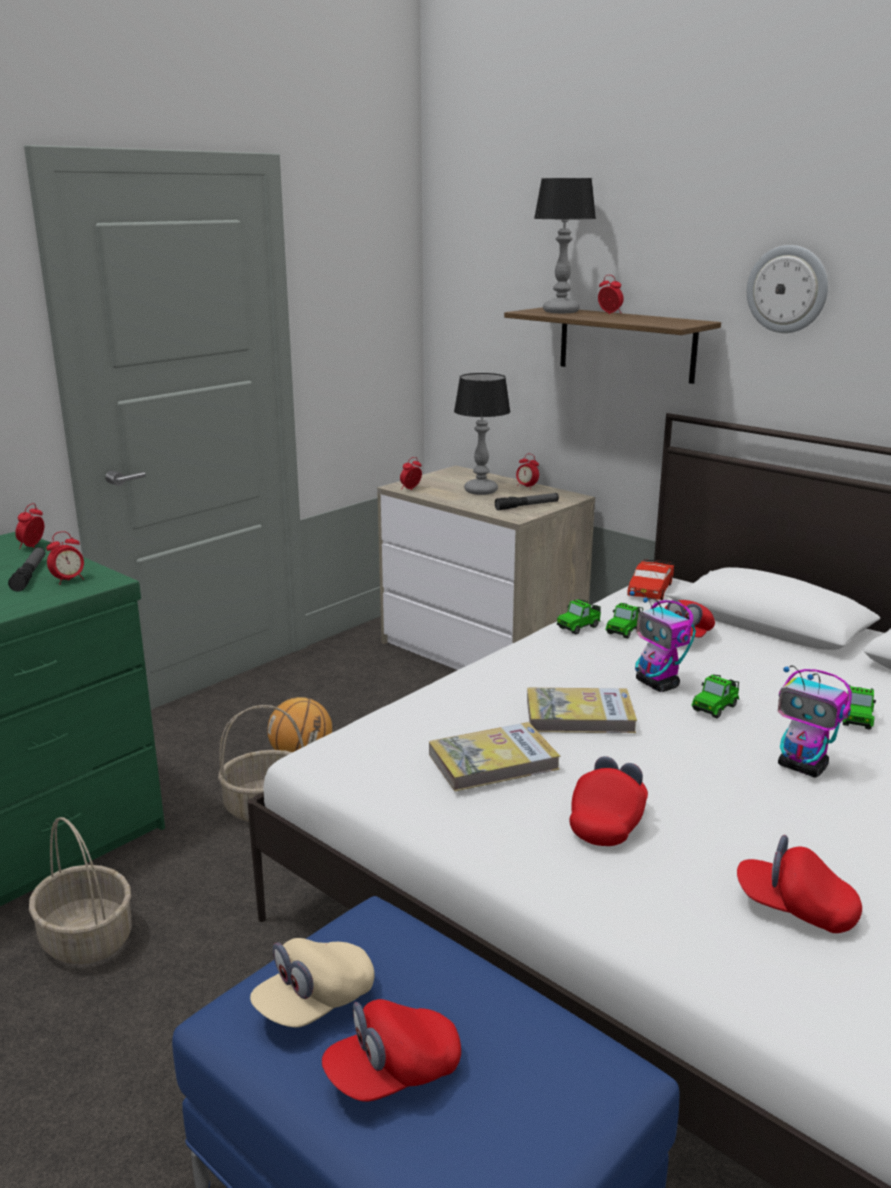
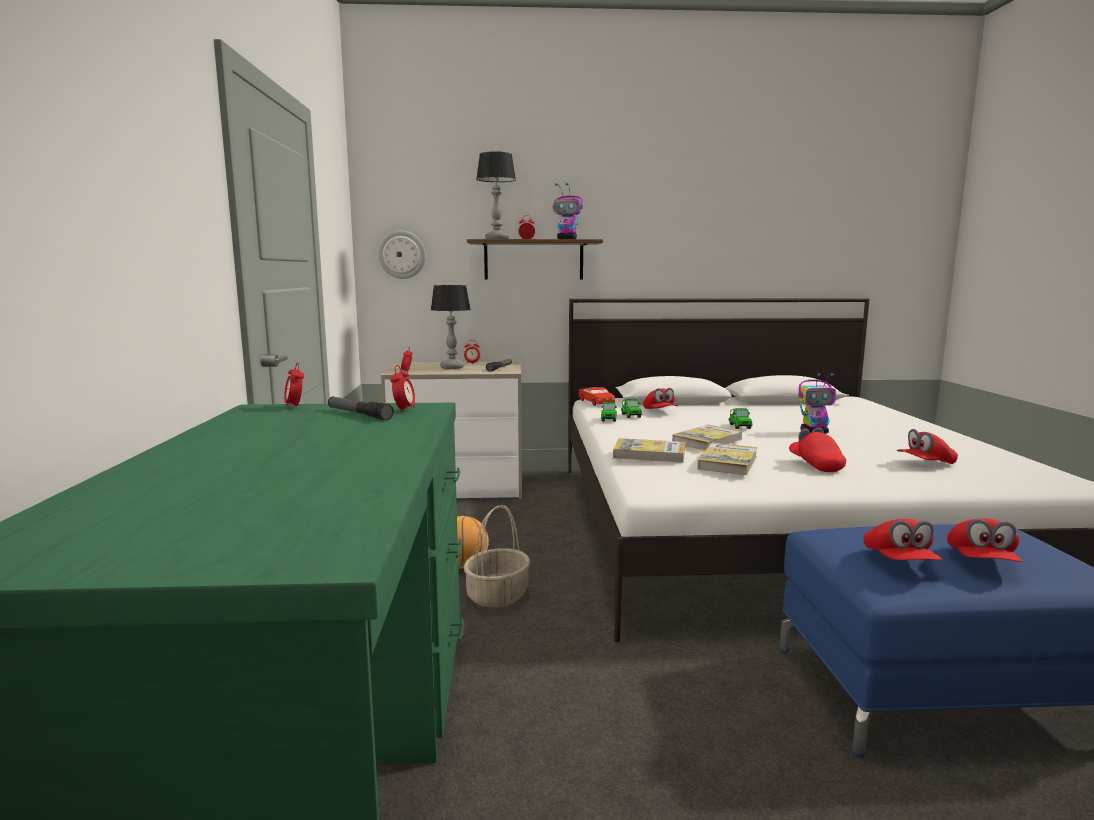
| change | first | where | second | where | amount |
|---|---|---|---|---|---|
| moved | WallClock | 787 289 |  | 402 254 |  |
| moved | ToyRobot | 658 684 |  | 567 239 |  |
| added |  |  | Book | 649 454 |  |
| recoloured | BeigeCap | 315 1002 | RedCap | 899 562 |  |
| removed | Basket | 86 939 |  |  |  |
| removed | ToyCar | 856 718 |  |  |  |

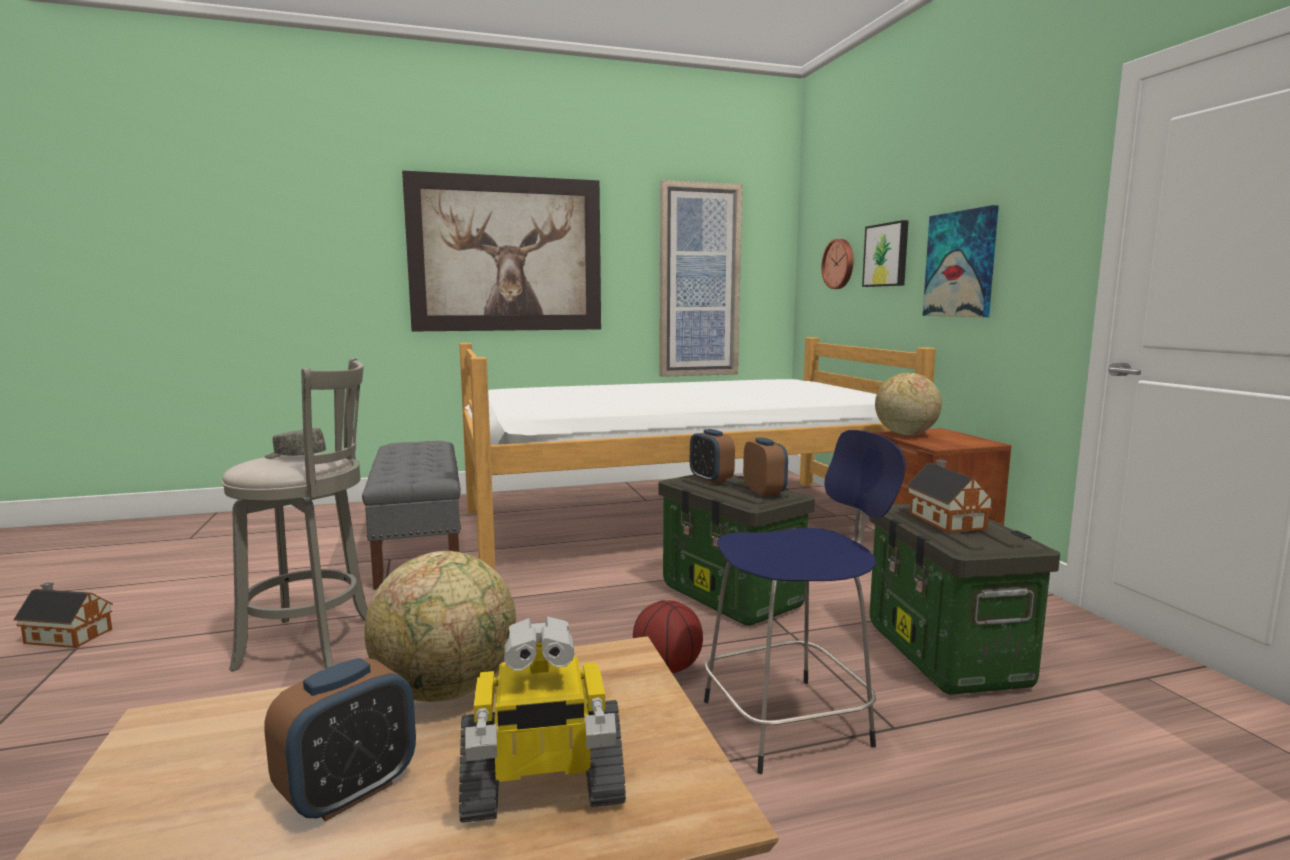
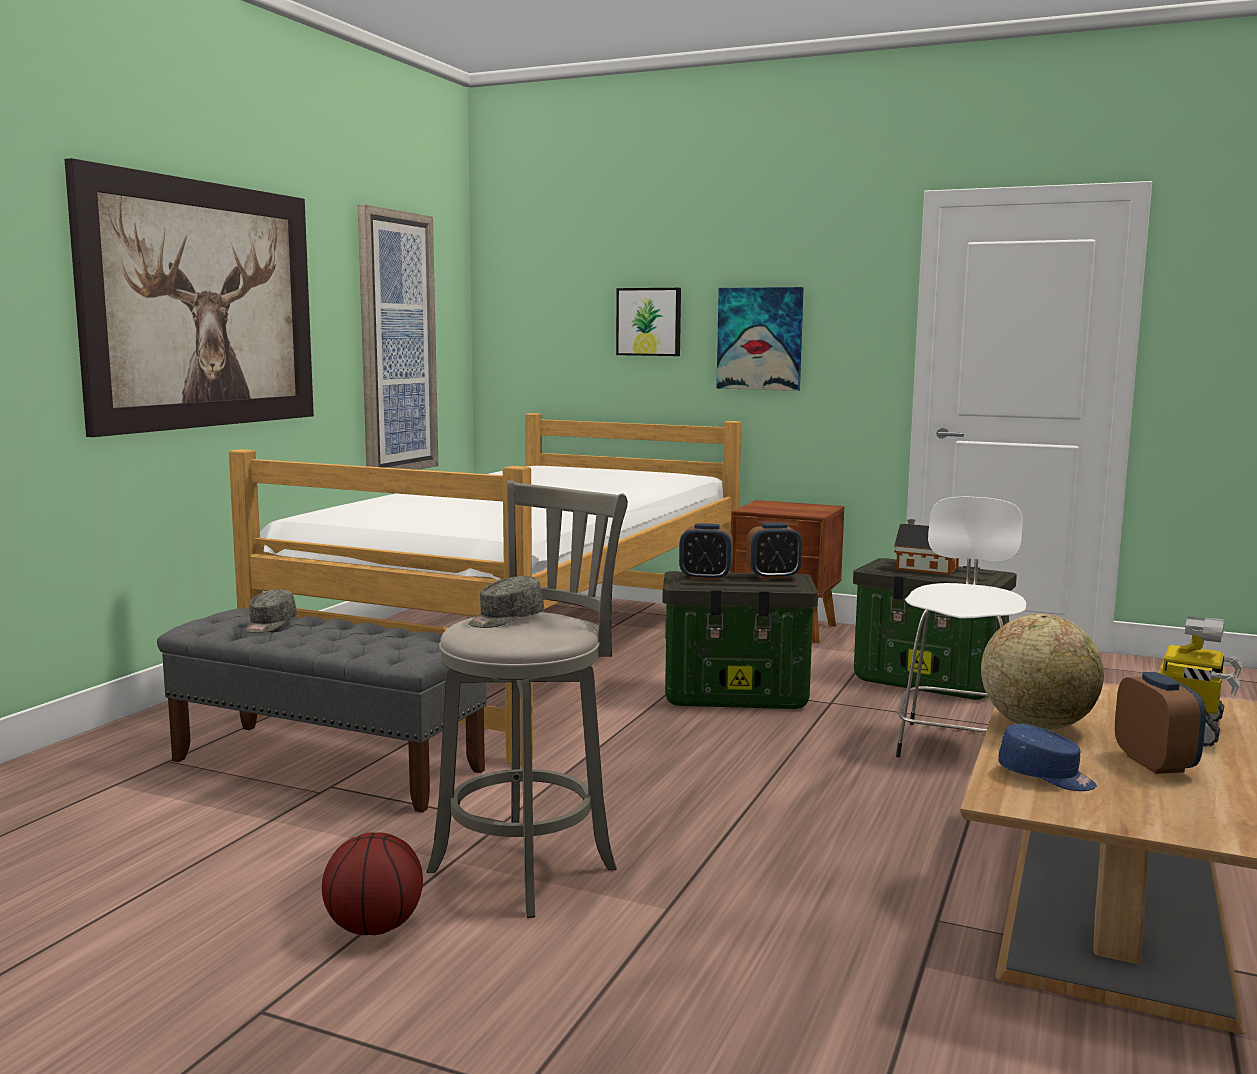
| change | first | where | second | where | amount |
|---|---|---|---|---|---|
| added |  |  | GreyCap | 269 625 |  |
| moved | Basketball | 667 668 |  | 373 927 |  |
| turned | AlarmClock | 764 491 |  | 773 576 | 150 degrees clockwise |
| recoloured | BlueStool | 791 721 | WhiteStool | 957 745 |  |
| added |  |  | BlueCap | 1046 777 |  |
| removed | ToyHouse | 66 636 |  |  |  |
| removed | WallClock | 839 264 |  |  |  |
| removed | Globe | 905 434 |  |  |  |

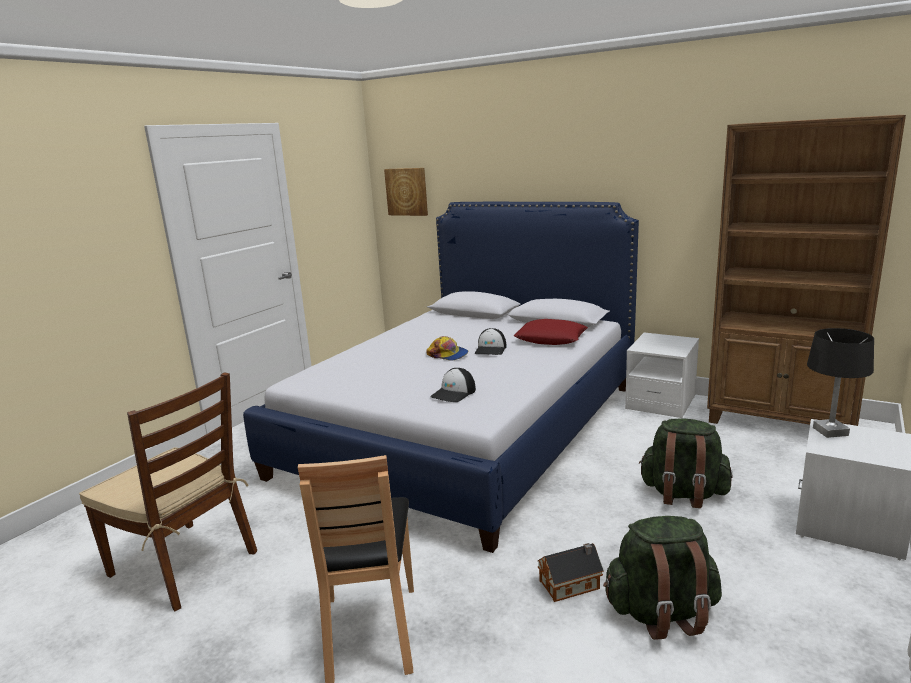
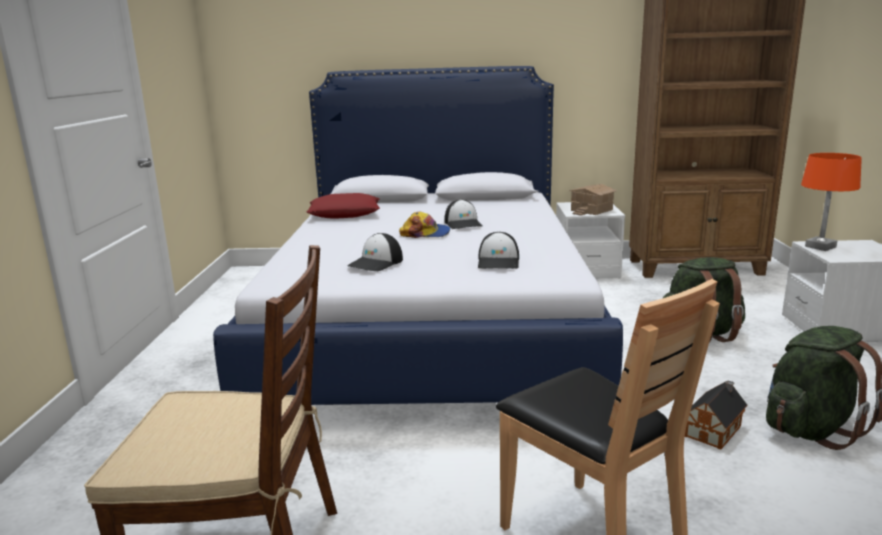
| change | first | where | second | where | amount |
|---|---|---|---|---|---|
| moved | RedPillow | 551 339 |  | 345 213 |  |
| added |  |  | Cap | 376 263 |  |
| added |  |  | ToyHouse | 591 210 |  |
| recoloured | BlackTableLamp | 830 431 | OrangeTableLamp | 820 247 |  |
| removed | Picture | 407 191 |  |  |  |

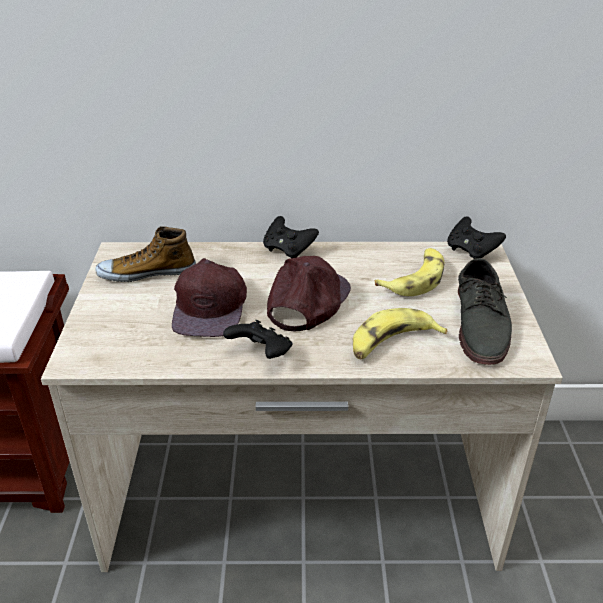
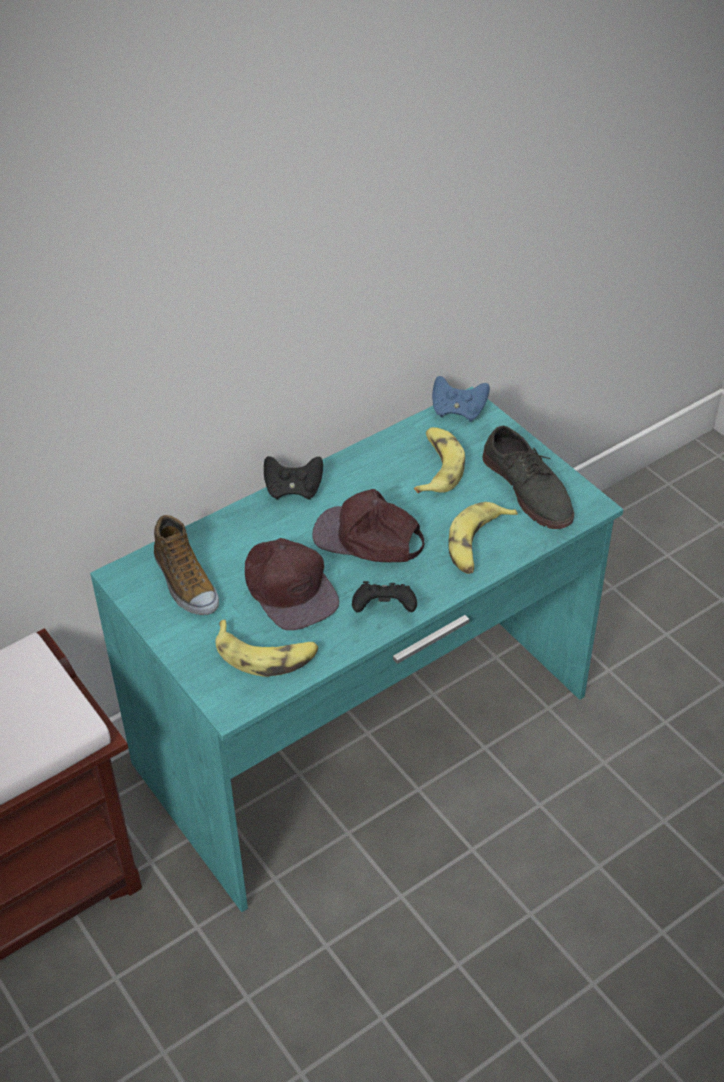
| change | first | where | second | where | amount |
|---|---|---|---|---|---|
| recoloured | BeigeDesk | 301 496 | TurquoiseDesk | 364 732 |  |
| turned | Shoe | 147 272 |  | 185 583 | 75 degrees counterclockwise |
| added |  |  | Banana | 266 655 |  |
| turned | BrownCap | 307 301 |  | 368 538 | 60 degrees counterclockwise |
| recoloured | BlackGameController | 471 251 | BlueGameController | 458 411 |  |

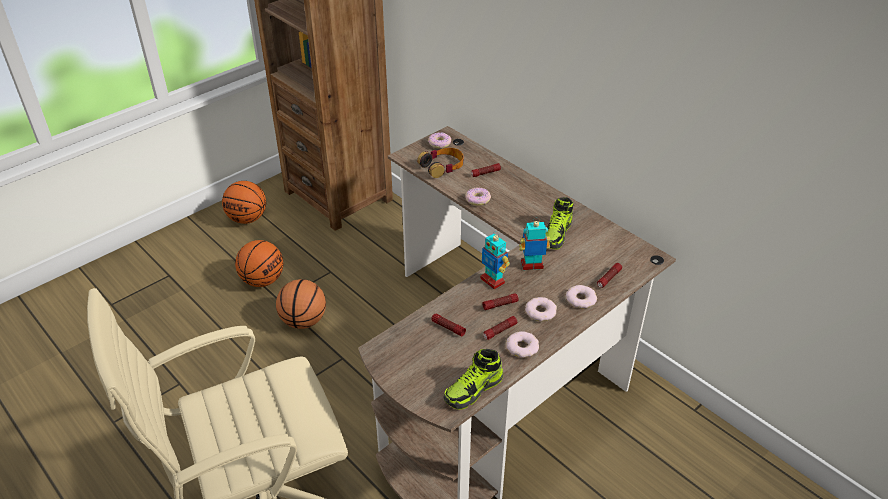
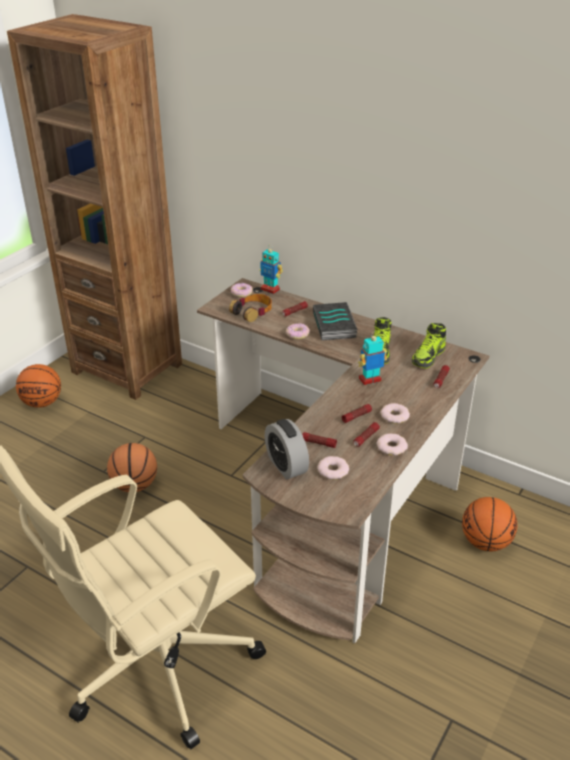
| change | first | where | second | where | amount |
|---|---|---|---|---|---|
| moved | ToyRobot | 493 280 |  | 270 289 |  |
| added |  |  | AlarmClock | 286 465 |  |
| added |  |  | Book | 335 325 |  |
| moved | Donut | 580 299 |  | 332 470 |  |
| moved | Shoe | 473 390 |  | 428 357 |  |
| moved | Basketball | 262 280 |  | 485 542 |  |

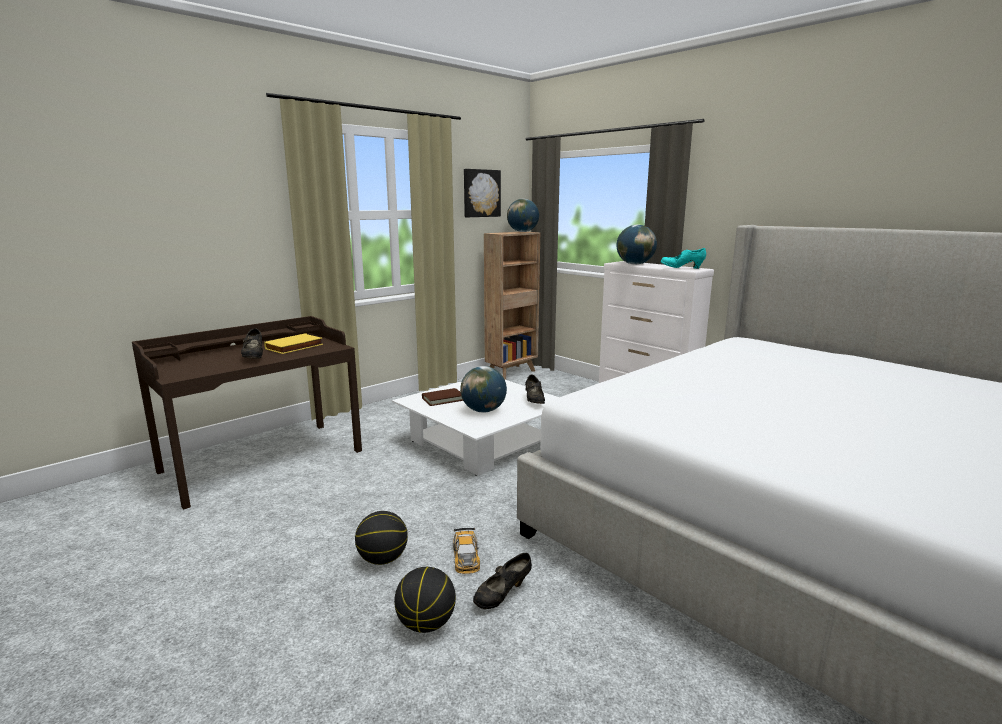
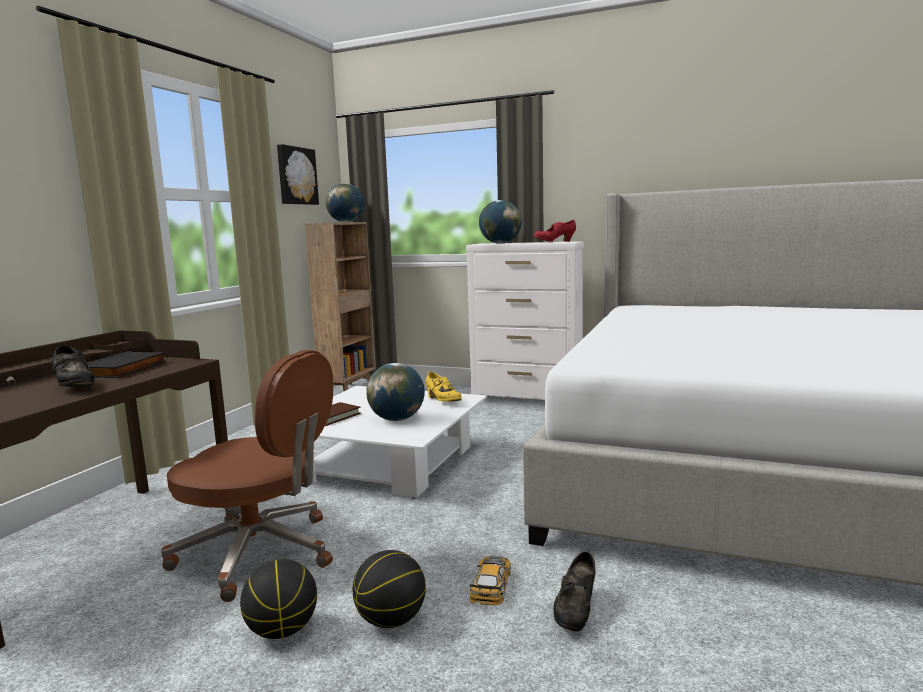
| change | first | where | second | where | amount |
|---|---|---|---|---|---|
| recoloured | YellowBook | 294 347 | BlackBook | 124 369 |  |
| added |  |  | BrownOfficeChair | 260 553 |  |
| moved | Basketball | 426 624 |  | 282 631 |  |
| recoloured | BlackShoe | 534 401 | YellowShoe | 443 401 |  |
| turned | ToyCar | 466 556 |  | 491 585 | 135 degrees counterclockwise |
| recoloured | TurquoiseShoe | 682 268 | RedShoe | 554 242 |  |

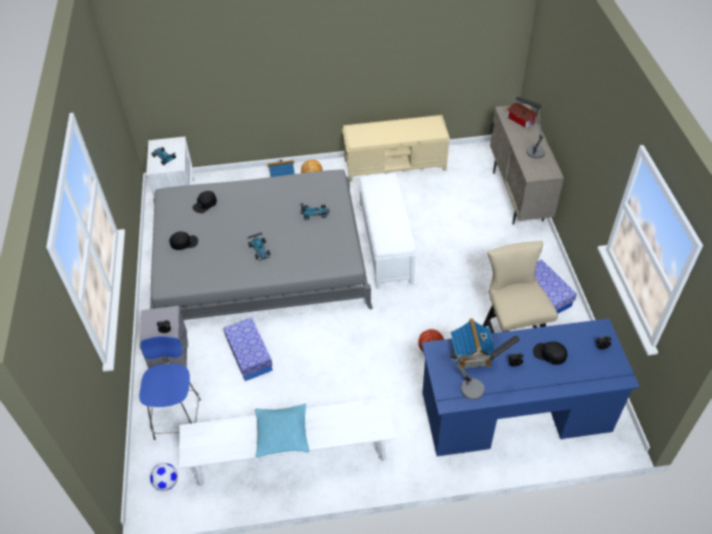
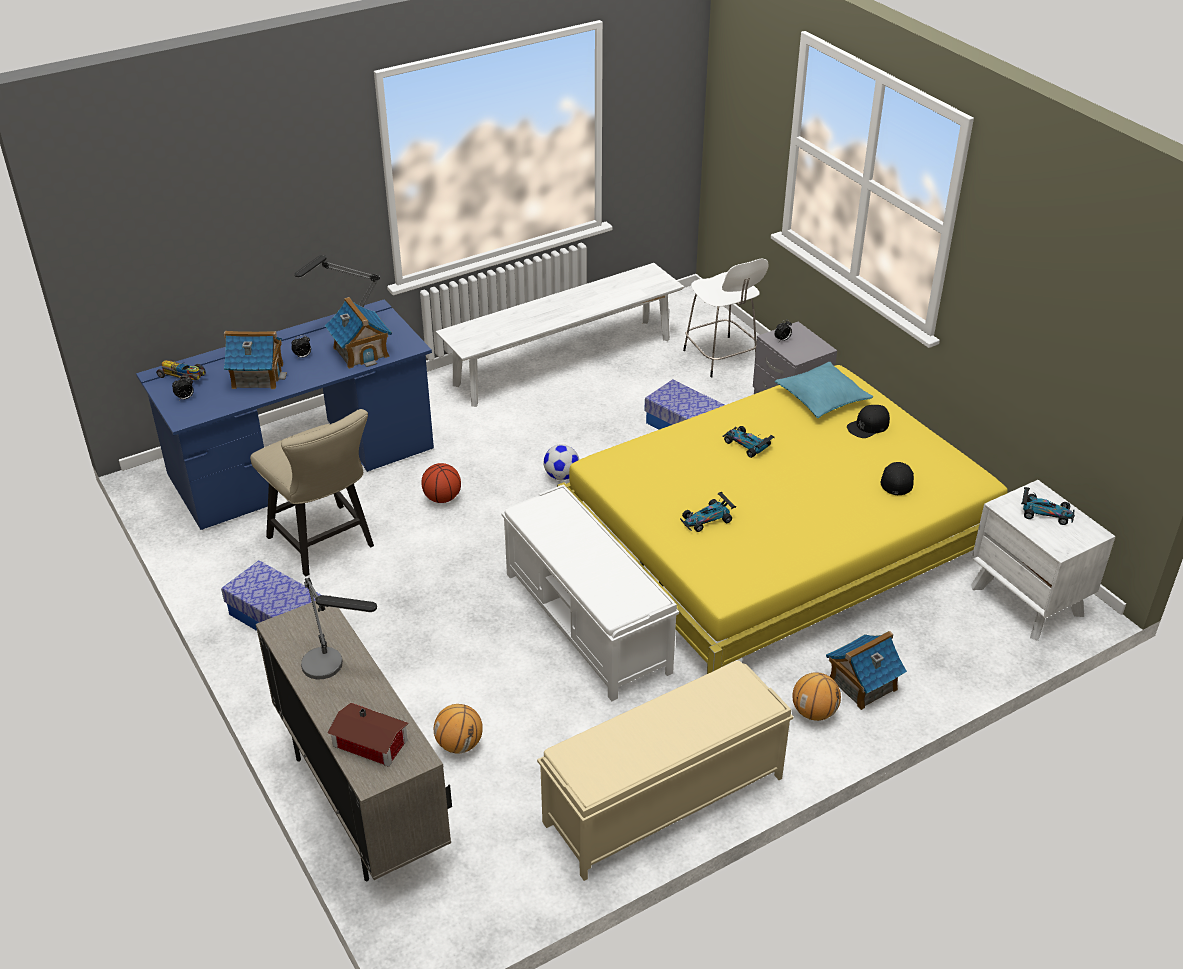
| change | first | where | second | where | amount |
|---|---|---|---|---|---|
| added |  |  | ToyCar | 183 377 |  |
| replaced | BlackCap | 549 354 | ToyHouse | 257 376 |  |
| added |  |  | Basketball | 459 744 |  |
| moved | Football | 166 483 |  | 561 476 |  |
| recoloured | GreyBed | 260 260 | YellowBed | 779 539 |  |
| recoloured | BlueStool | 178 417 | WhiteStool | 721 358 |  |
| moved | TurquoisePillow | 282 434 |  | 822 398 |  |

